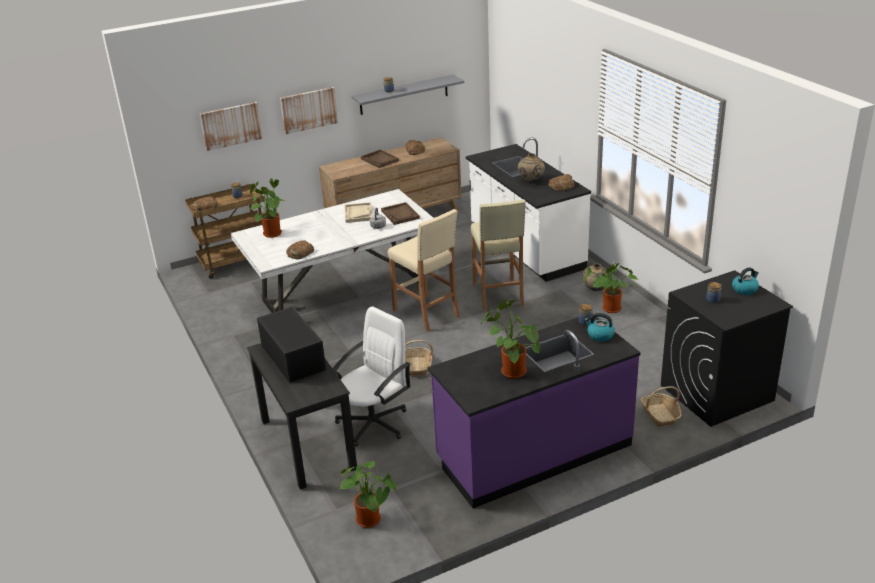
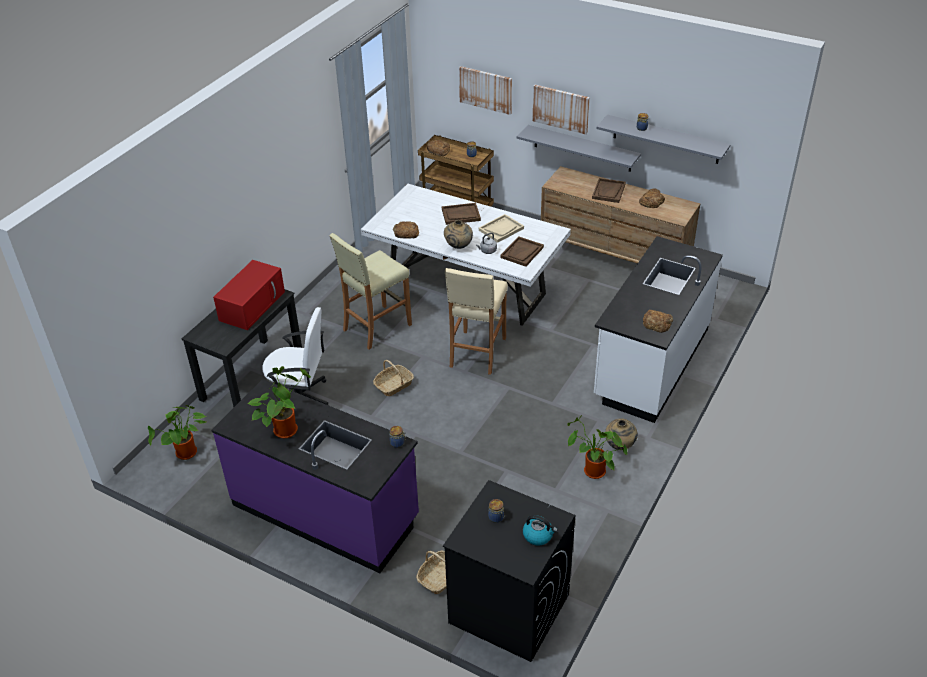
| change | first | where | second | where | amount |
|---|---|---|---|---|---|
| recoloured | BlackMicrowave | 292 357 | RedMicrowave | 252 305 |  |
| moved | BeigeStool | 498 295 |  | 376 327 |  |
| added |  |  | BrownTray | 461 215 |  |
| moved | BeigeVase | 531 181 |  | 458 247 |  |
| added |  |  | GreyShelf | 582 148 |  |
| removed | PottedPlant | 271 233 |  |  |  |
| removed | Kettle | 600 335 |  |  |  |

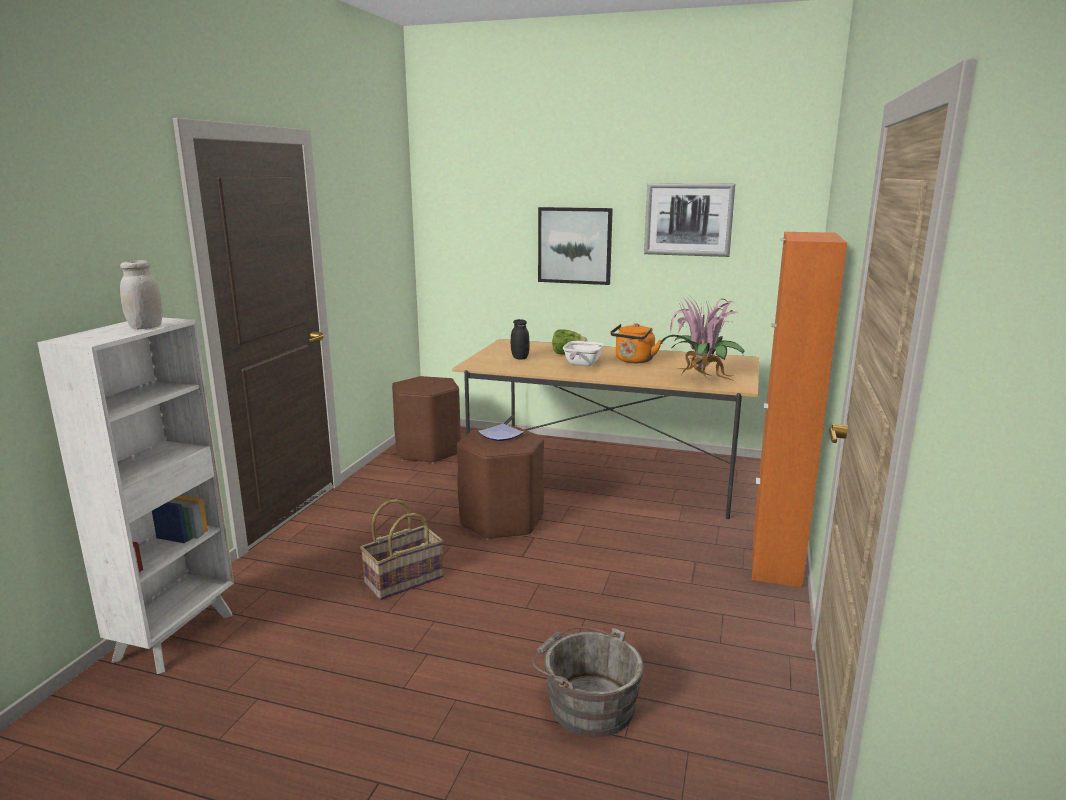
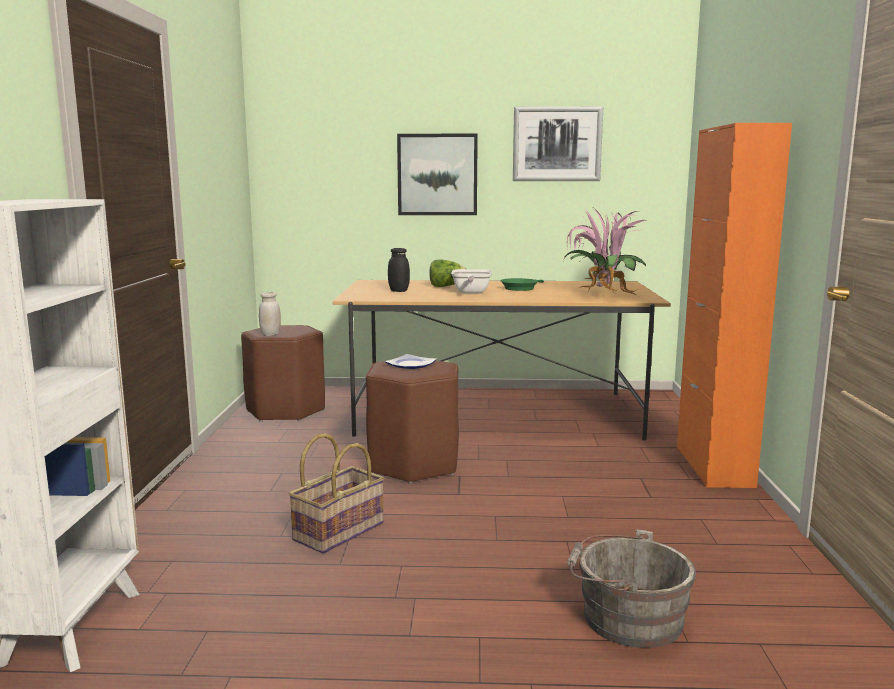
| change | first | where | second | where | amount |
|---|---|---|---|---|---|
| moved | WhiteJar | 146 327 |  | 270 334 |  |
| replaced | OrangeKettle | 633 361 | GreenFryingPan | 521 288 |  |

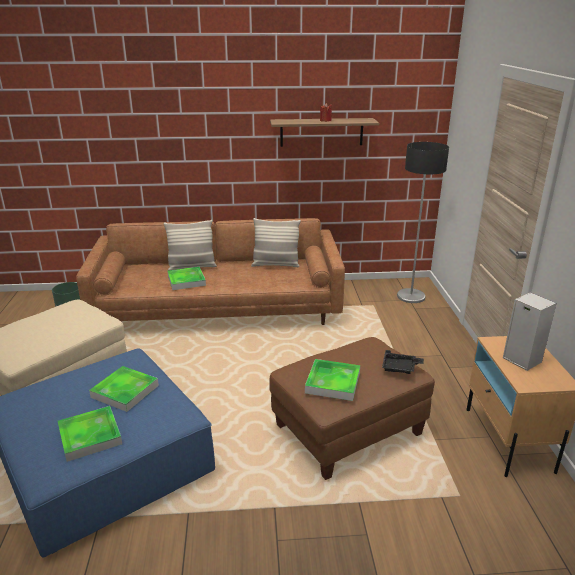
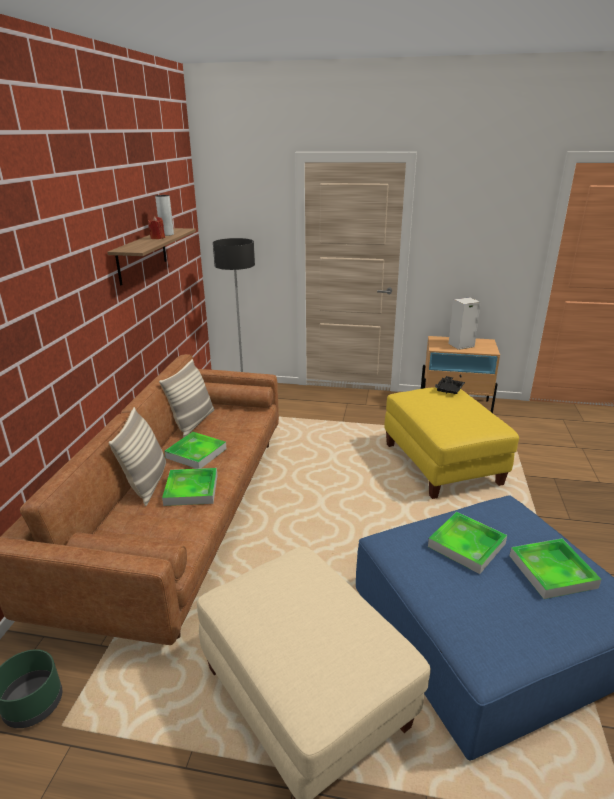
| change | first | where | second | where | amount |
|---|---|---|---|---|---|
| added |  |  | GreyVase | 167 234 |  |
| moved | Tray | 333 382 |  | 196 453 |  |
| recoloured | BrownOttoman | 347 430 | YellowOttoman | 441 464 |  |

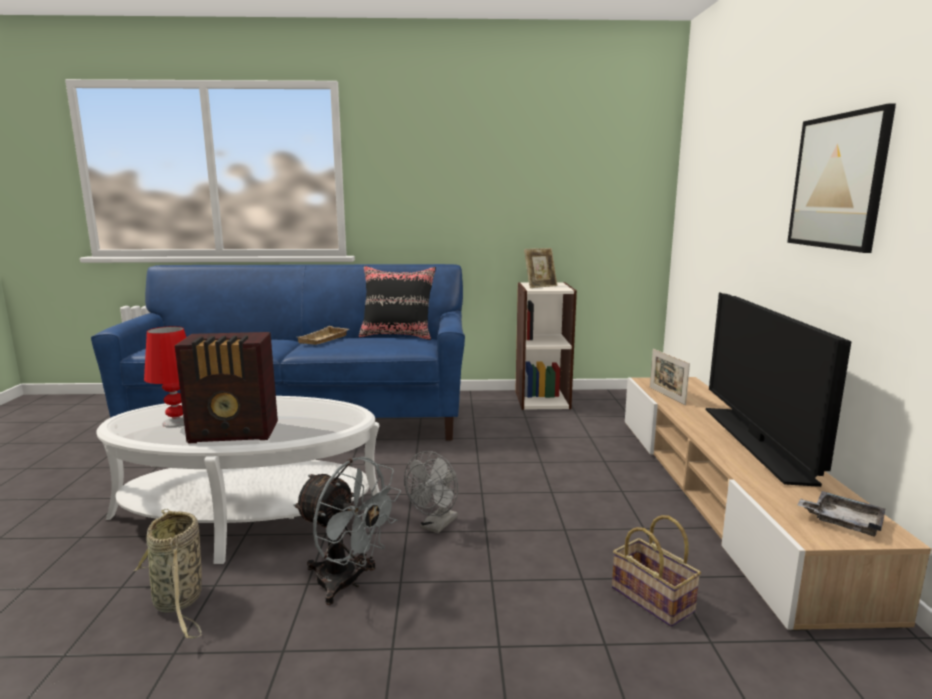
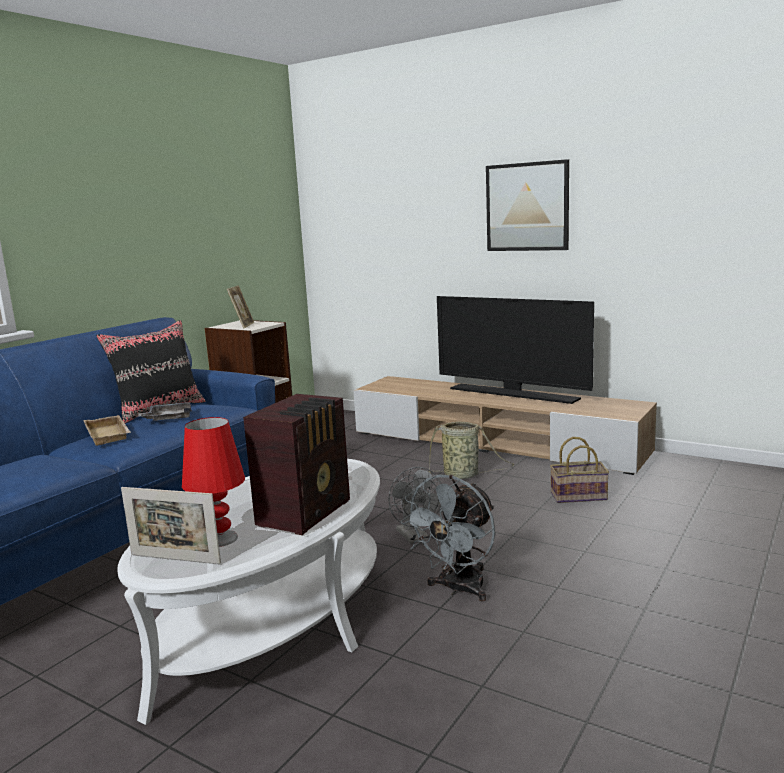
| change | first | where | second | where | amount |
|---|---|---|---|---|---|
| moved | PictureFrame | 667 395 |  | 175 558 |  |
| moved | GreyTray | 843 521 |  | 169 418 |  |
| turned | GreyFan | 347 583 |  | 458 589 | 150 degrees clockwise |
| moved | Basket | 179 602 |  | 463 475 |  |

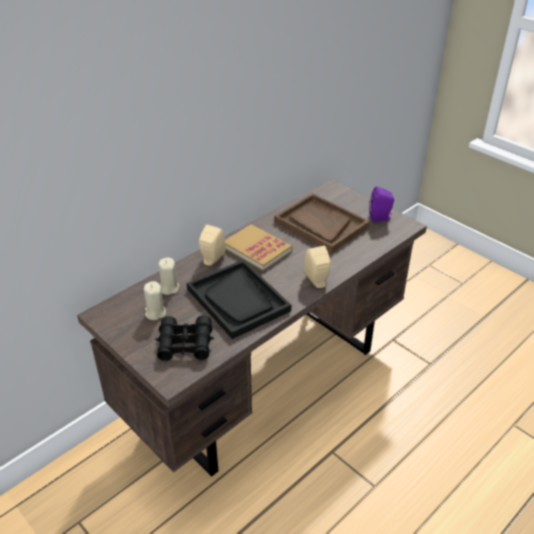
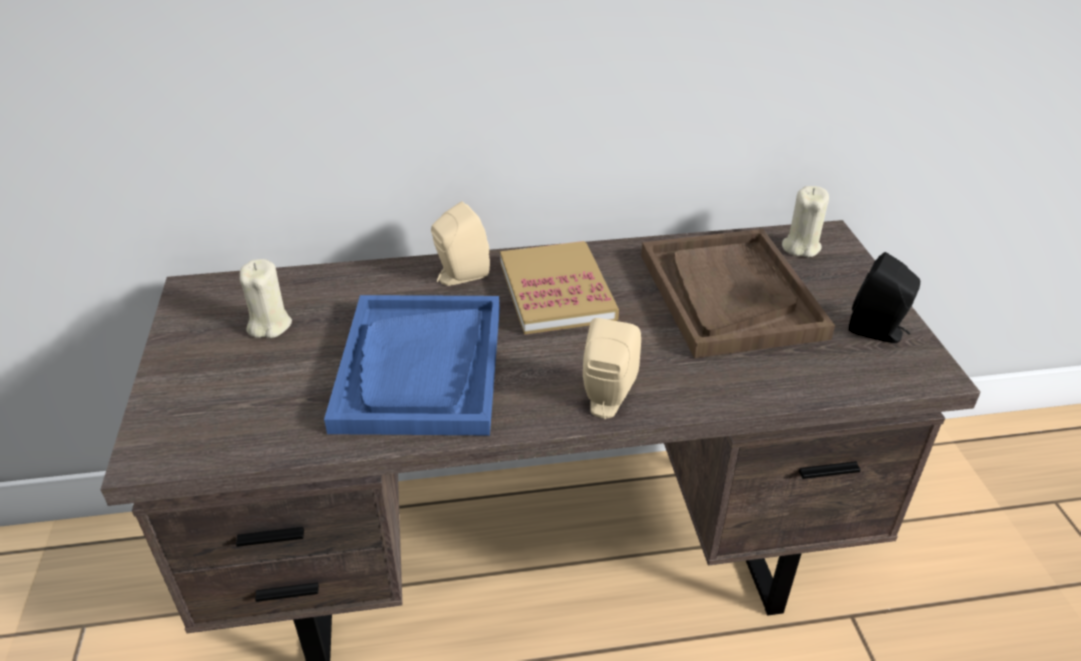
| change | first | where | second | where | amount |
|---|---|---|---|---|---|
| recoloured | BlackTray | 238 300 | BlueTray | 421 367 |  |
| moved | BeigeCandle | 169 288 |  | 800 247 |  |
| recoloured | PurpleSpeaker | 380 218 | BlackSpeaker | 878 331 |  |
| removed | BlackBinoculars | 185 344 |  |  |  |

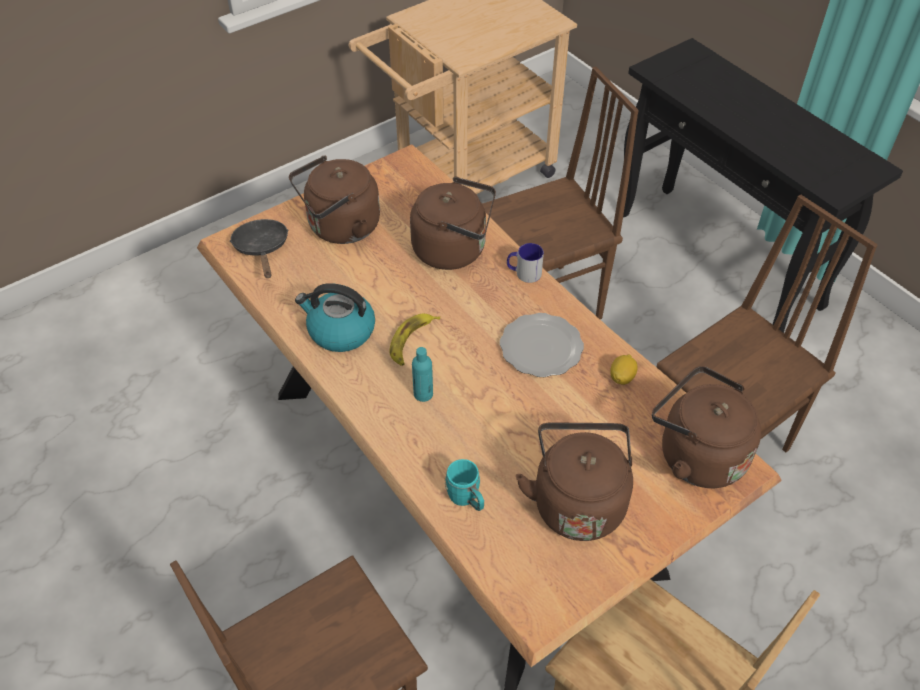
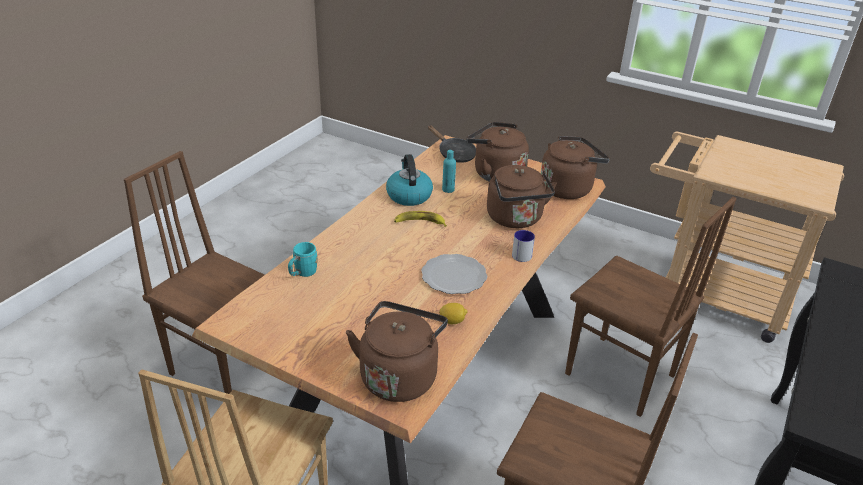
| change | first | where | second | where | amount |
|---|---|---|---|---|---|
| turned | BlackFryingPan | 262 249 |  | 454 154 | 90 degrees clockwise |
| moved | TurquoiseBottle | 423 394 |  | 448 189 |  |
| moved | BrownKettle | 577 501 |  | 568 188 |  |

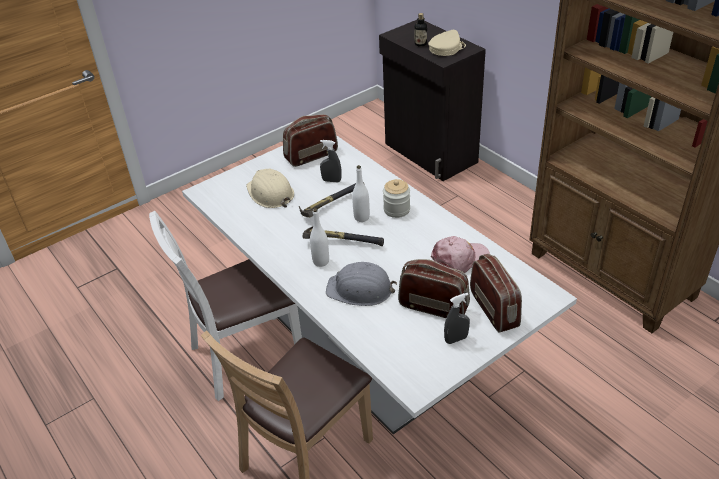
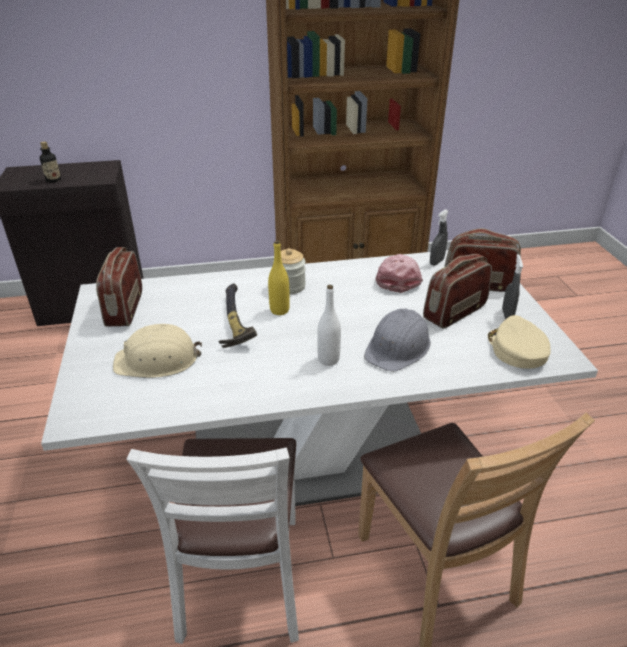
| change | first | where | second | where | amount |
|---|---|---|---|---|---|
| recoloured | WhiteBottle | 361 217 | YellowBottle | 279 310 |  |
| moved | GreySprayBottle | 331 180 |  | 436 262 |  |
| moved | BeigeCap | 446 48 |  | 516 349 |  |
| removed | Hammer | 342 241 |  |  |  |

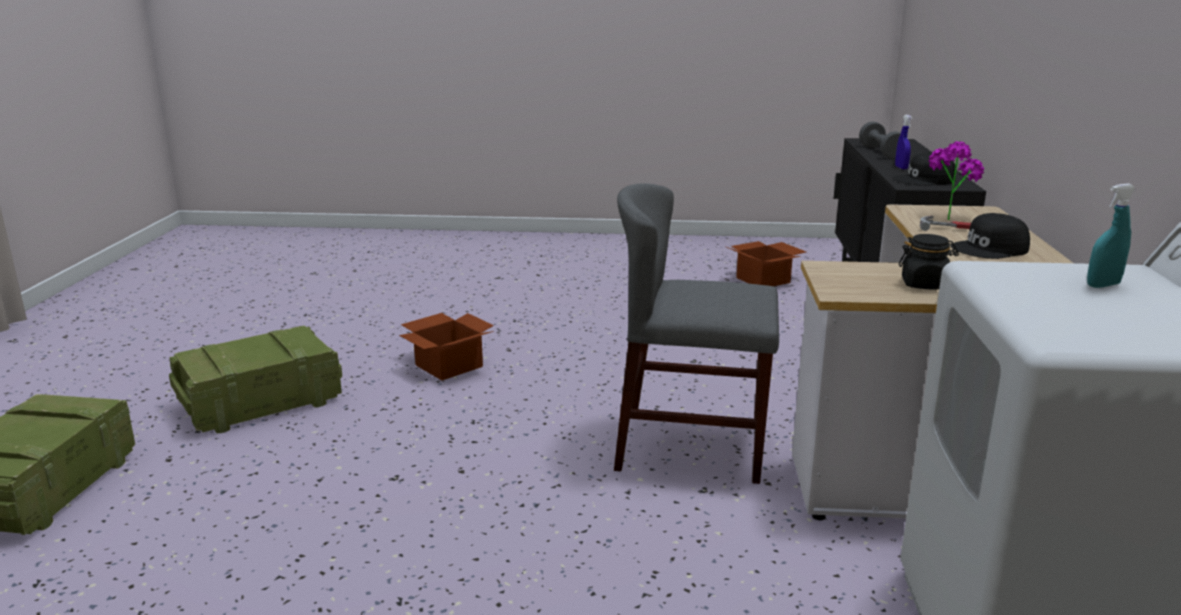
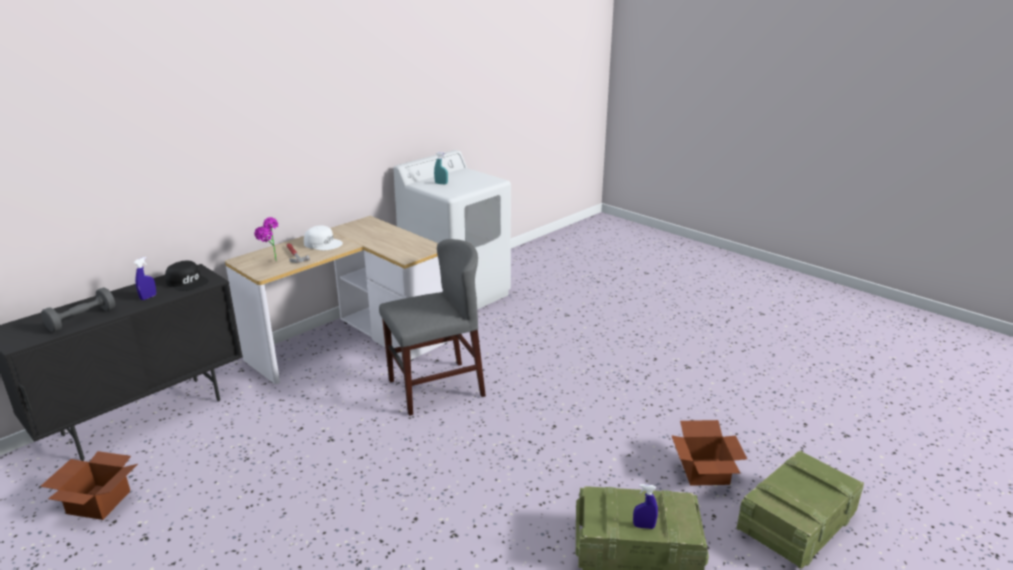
| change | first | where | second | where | amount |
|---|---|---|---|---|---|
| recoloured | BlackCap | 990 249 | WhiteCap | 323 243 |  |
| turned | GreyChair | 691 447 |  | 436 388 | 75 degrees counterclockwise |
| added |  |  | BlueSprayBottle | 644 526 |  |
| moved | CardboardBox | 449 365 |  | 704 473 |  |
| removed | BlackJar | 924 285 |  |  |  |

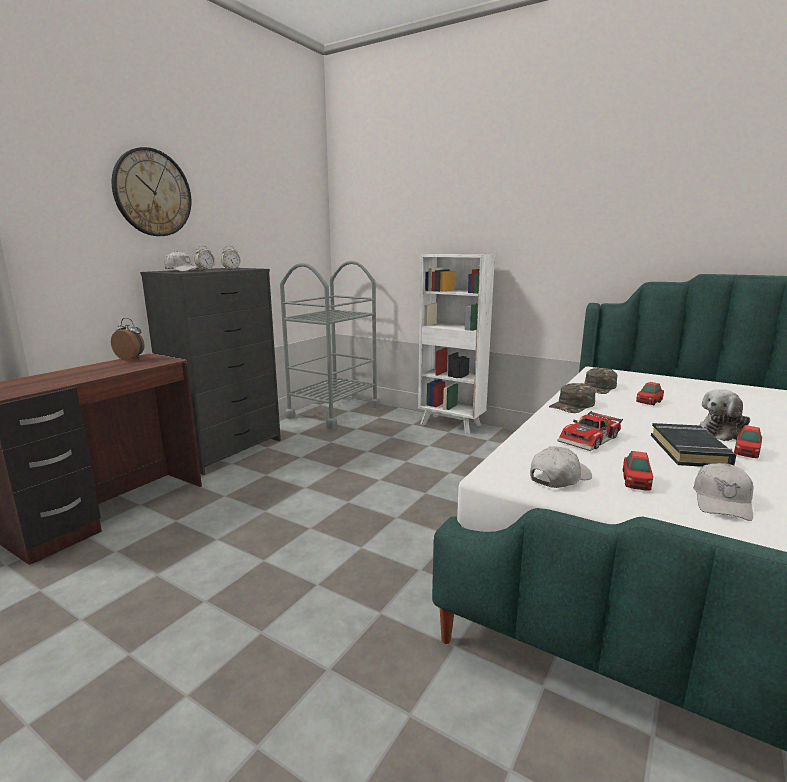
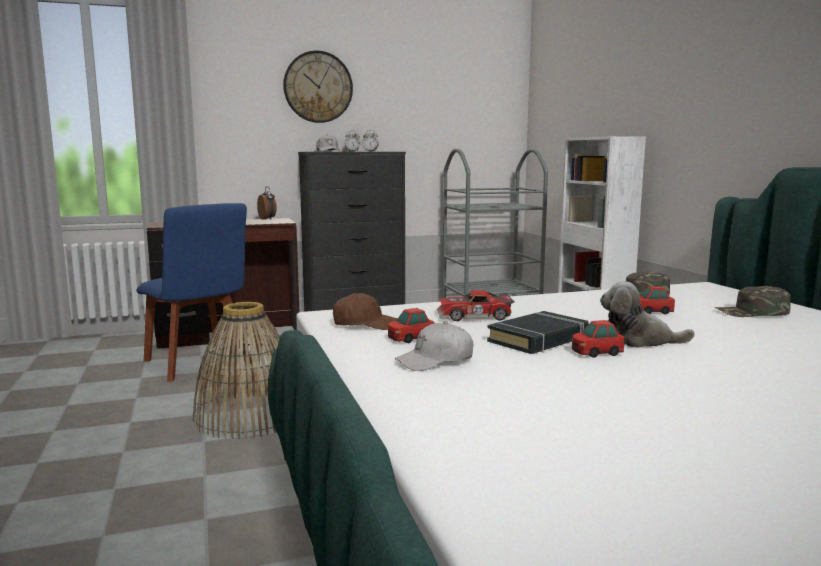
| change | first | where | second | where | amount |
|---|---|---|---|---|---|
| added |  |  | BlueChair | 199 364 |  |
| added |  |  | Basket | 248 416 |  |
| recoloured | WhiteCap | 559 477 | BrownCap | 364 324 |  |
| moved | GreenCap | 572 405 |  | 752 312 |  |

